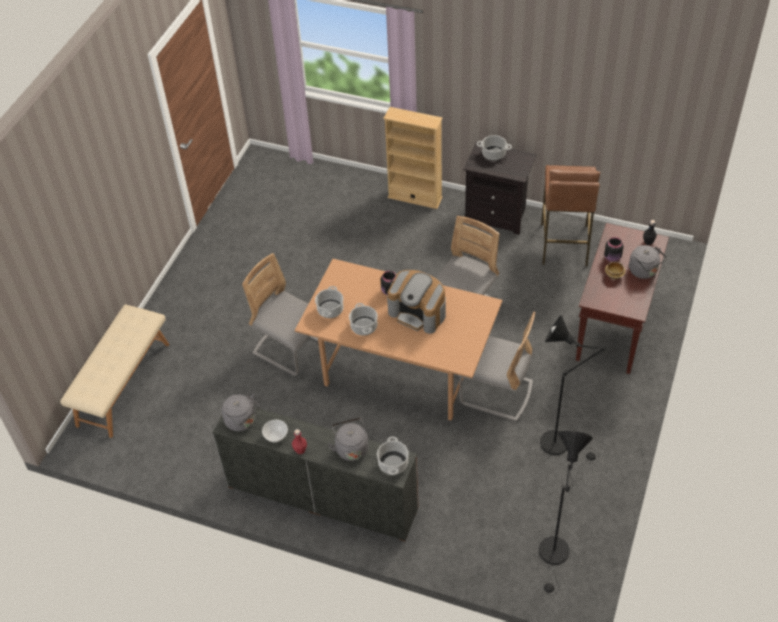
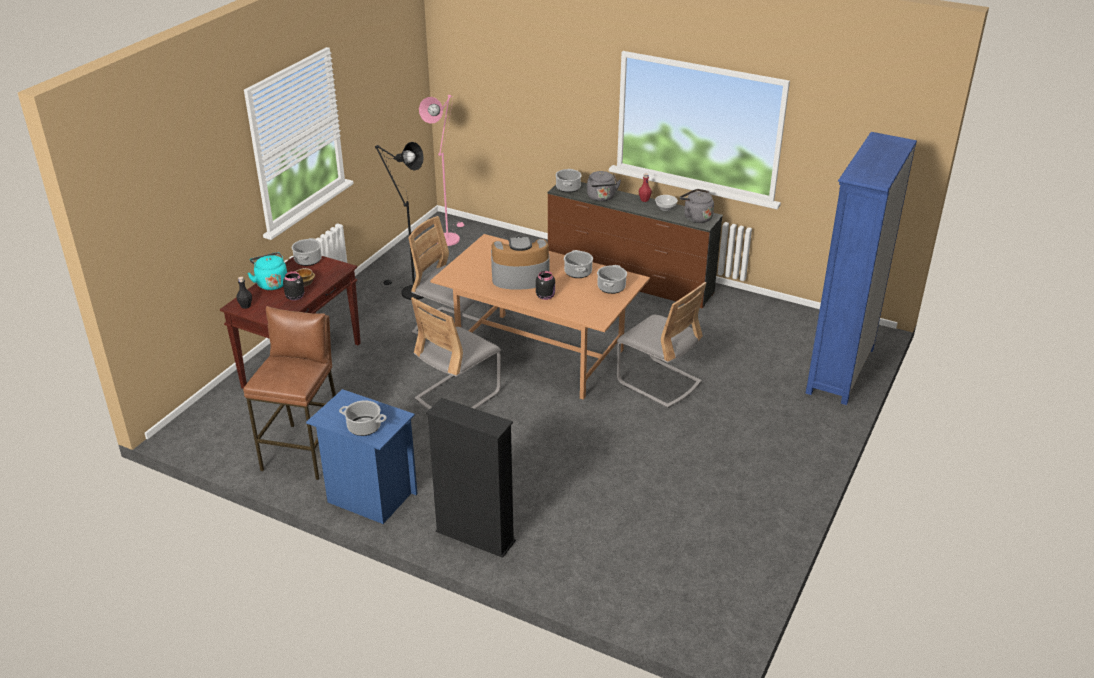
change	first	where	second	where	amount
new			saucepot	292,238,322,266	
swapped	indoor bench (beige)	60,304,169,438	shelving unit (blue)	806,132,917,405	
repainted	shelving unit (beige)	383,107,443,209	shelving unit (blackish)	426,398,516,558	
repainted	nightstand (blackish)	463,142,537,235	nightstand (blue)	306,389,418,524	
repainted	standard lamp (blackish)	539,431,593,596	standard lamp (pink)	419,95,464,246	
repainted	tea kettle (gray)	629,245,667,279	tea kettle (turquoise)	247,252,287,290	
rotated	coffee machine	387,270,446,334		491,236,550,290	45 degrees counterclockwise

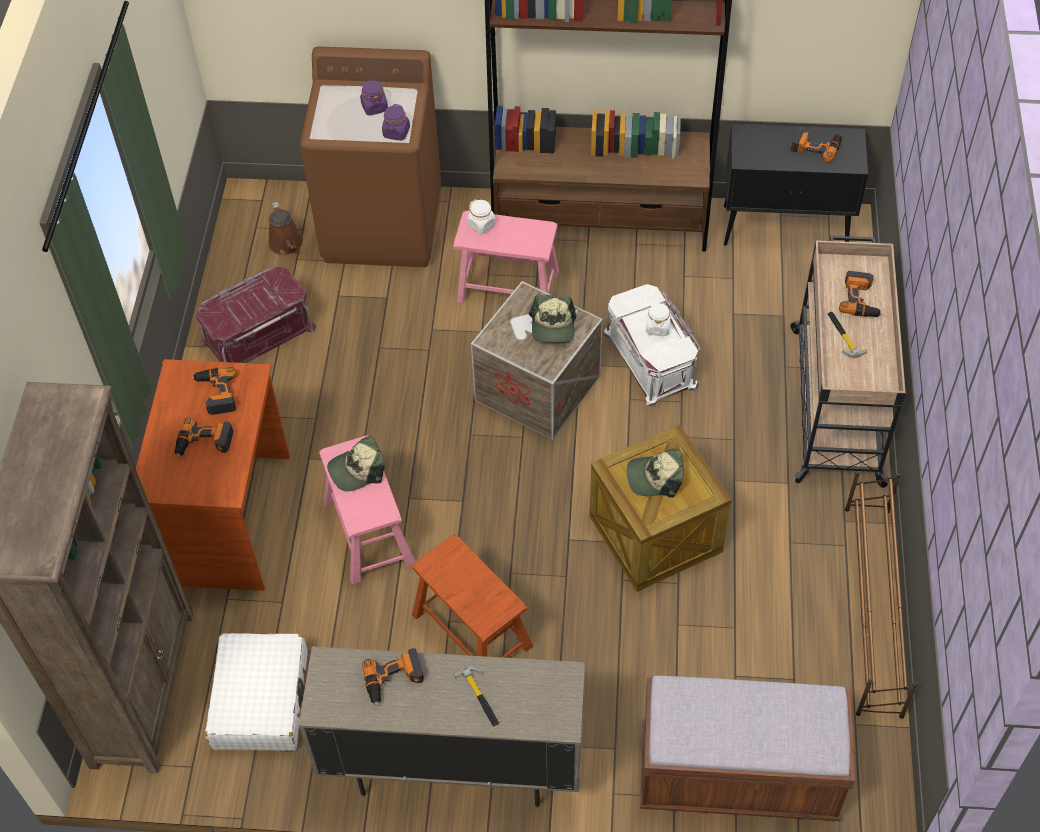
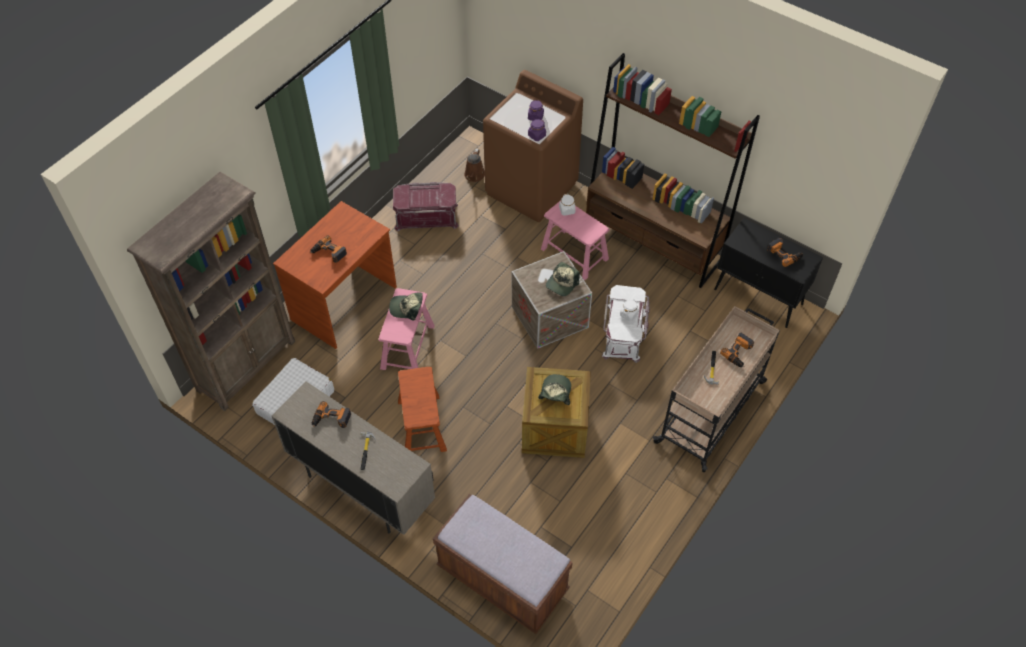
change	first	where	second	where	amount
gone	electric drill	192,367,237,415			
gone	shoe shelf (brown)	845,471,918,719			
rotated	peaked cap	627,449,684,498		538,374,571,405	75 degrees clockwise

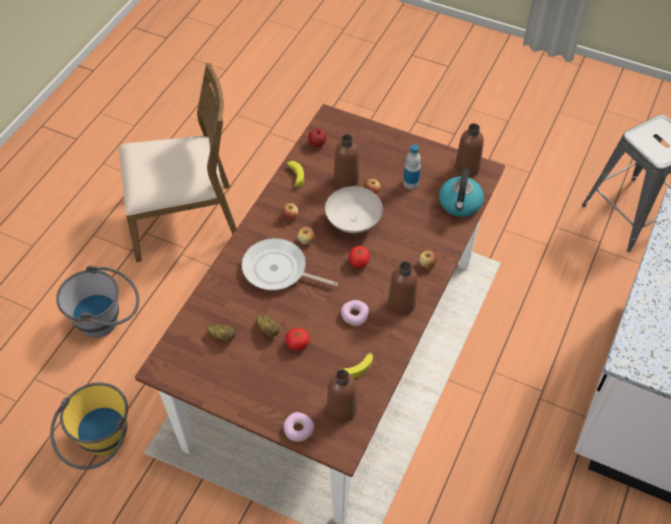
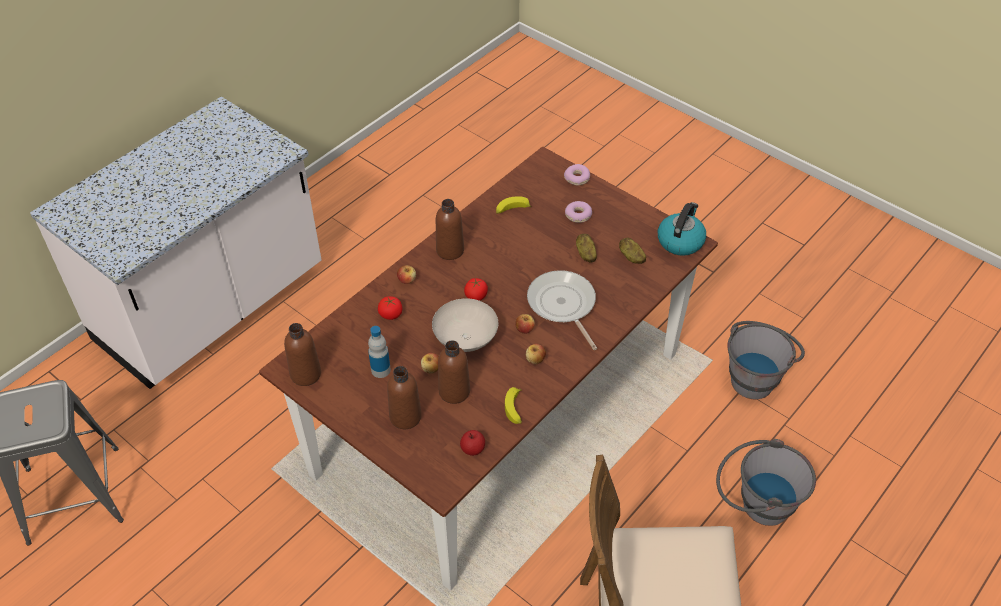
change	first	where	second	where	amount
shifted	fresh tomato	286,328,310,350		378,296,402,320	
shifted	bottle (brown)	327,369,357,423		387,366,422,429	
shifted	donut	341,300,369,326		565,201,592,223	
shifted	tea kettle	439,168,484,217		658,202,706,256	
repainted	pail (yellow-coloured)	50,382,128,470	pail (gray)	727,321,805,399	
rotated	skillet	241,238,338,290		527,270,597,350	150 degrees counterclockwise

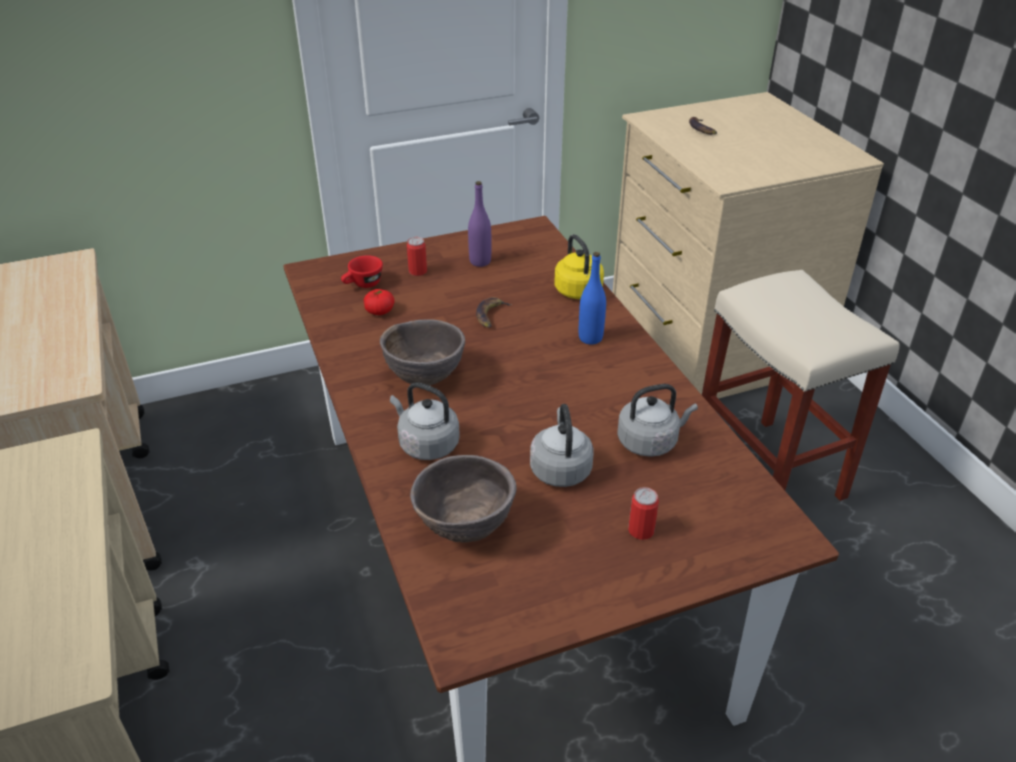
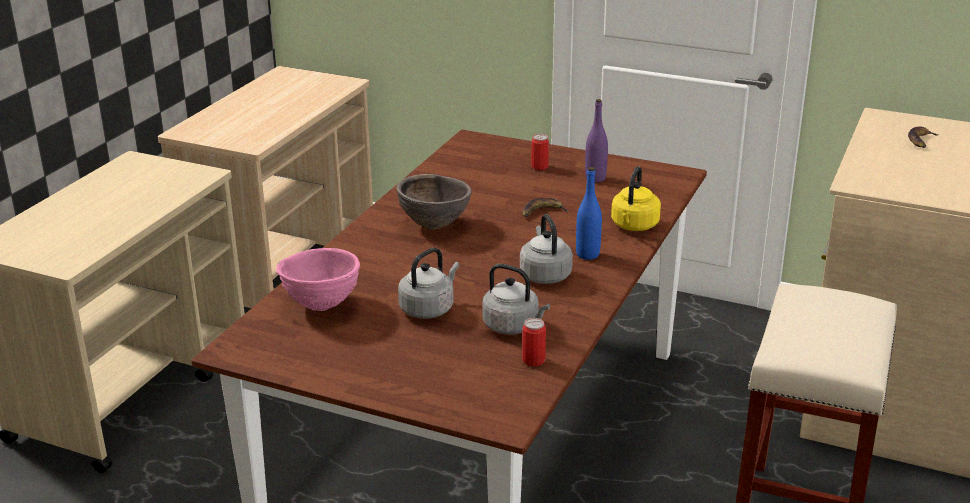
change	first	where	second	where	amount
gone	drinking cup (red-coloured)	341,255,383,288			
gone	fresh tomato	364,289,395,315			
shifted	tea kettle (gray)	390,382,460,460		520,214,573,284	
shifted	can	628,487,659,540		522,318,546,366	
repainted	bowl (brown)	410,455,516,542	bowl (pink)	276,248,360,311	

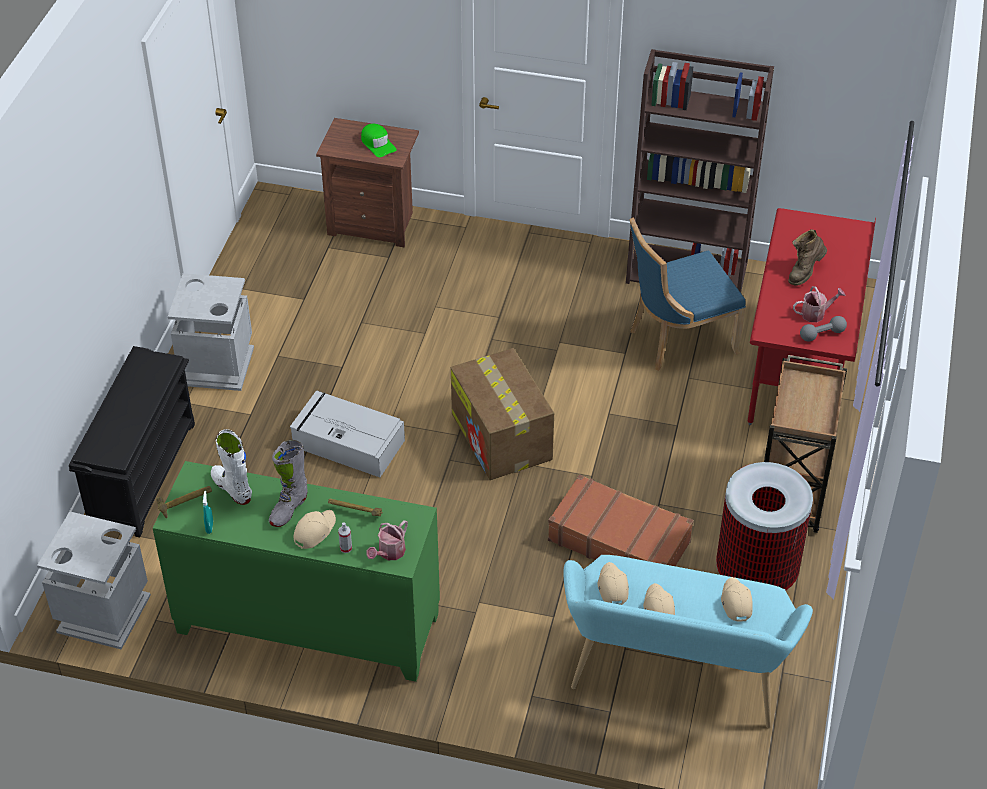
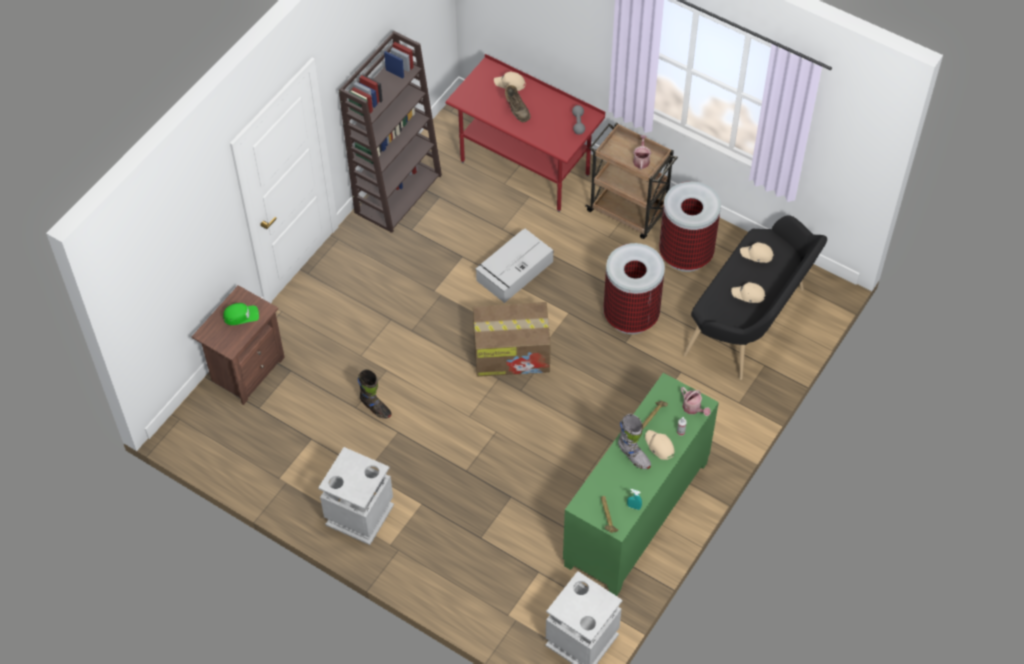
change	first	where	second	where	amount
gone	shoe shelf (blackish)	69,346,195,537			
gone	tall boot (white-coloured)	211,429,252,505			
gone	chair (blue)	630,217,746,371			
new			tall boot (blackish)	358,369,392,419	
shifted	storage bin (gray)	290,390,405,477		475,229,553,303	
shifted	peaked cap (beige)	597,562,629,605		494,72,526,91	
shifted	watering can	793,286,846,322		633,135,652,170	
swapped	piece of luggage (brown)	548,474,694,566	trash can	603,243,665,334	
repainted	indoor bench (turquoise)	563,555,813,728	indoor bench (blackish)	683,215,827,380	

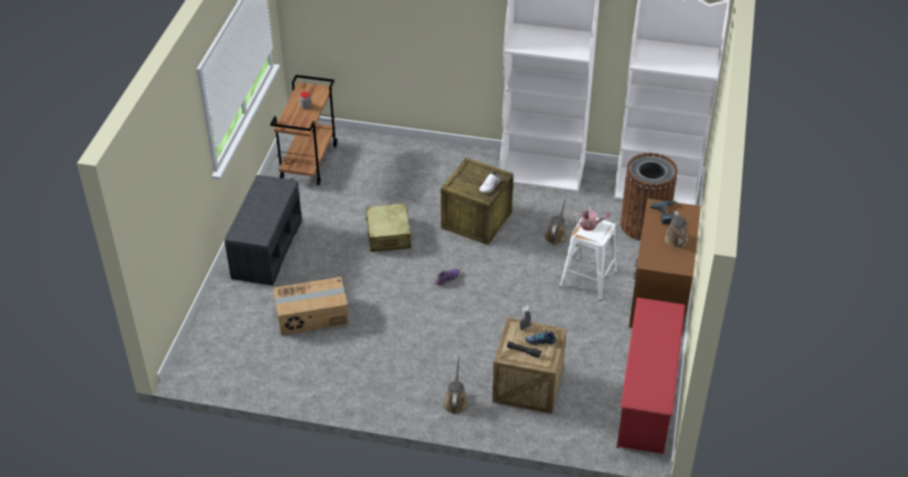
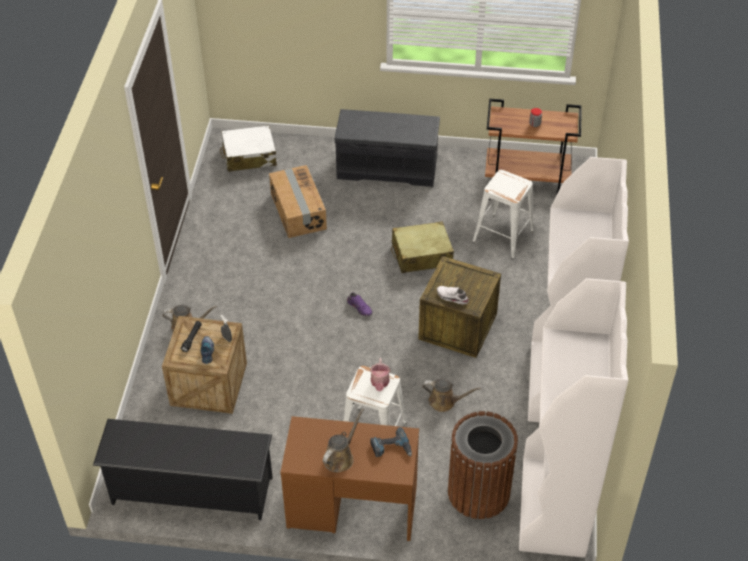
change	first	where	second	where	amount
new			piece of luggage (white-coloured)	220,125,277,172	
new			sitting stool (white-coloured)	472,170,534,259	
repainted	shoe shelf (red-coloured)	617,297,685,454	shoe shelf (blackish)	93,419,273,520	
rotated	watering can (brown)	664,211,689,248		323,408,364,473	135 degrees clockwise

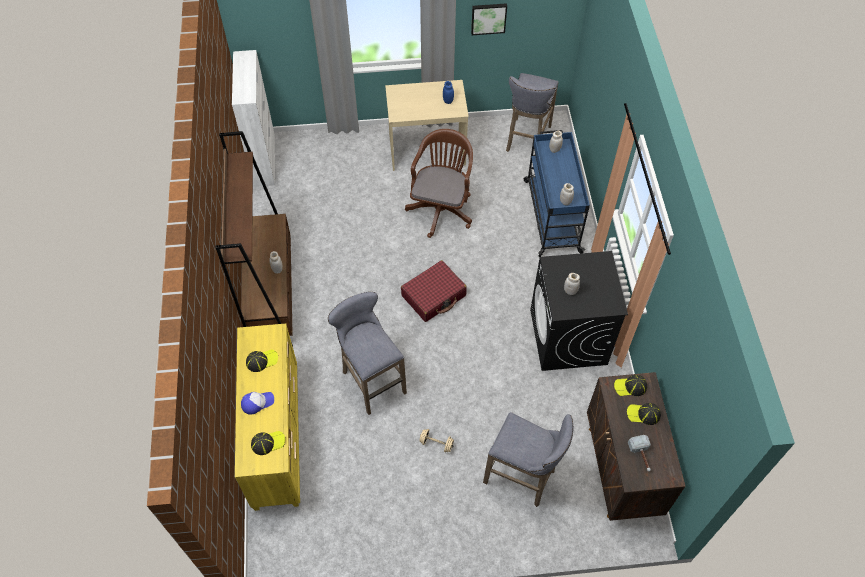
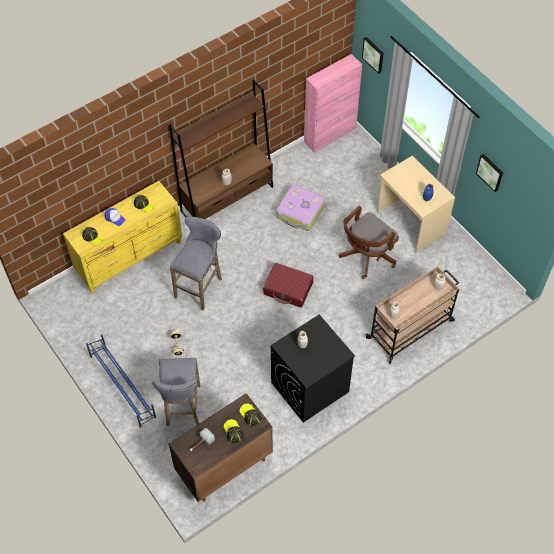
change	first	where	second	where	amount
gone	sitting stool (gray)	506,73,558,152			
new			shoe shelf (blue)	86,334,156,428	
new			piece of luggage	276,185,325,231	
new			wall picture	362,37,384,74	
repainted	cupboard (white-coloured)	232,50,275,187	cupboard (pink)	304,54,362,152	
repainted	cart (blue)	524,130,590,257	cart (beige)	365,266,459,364	
rotated	office chair (brown)	405,129,473,238		339,206,399,279	150 degrees clockwise

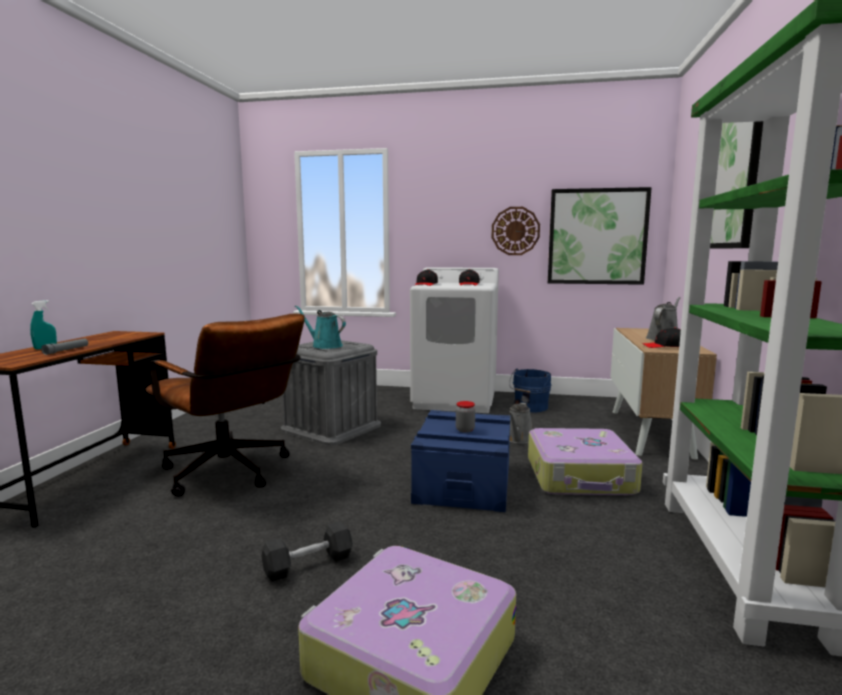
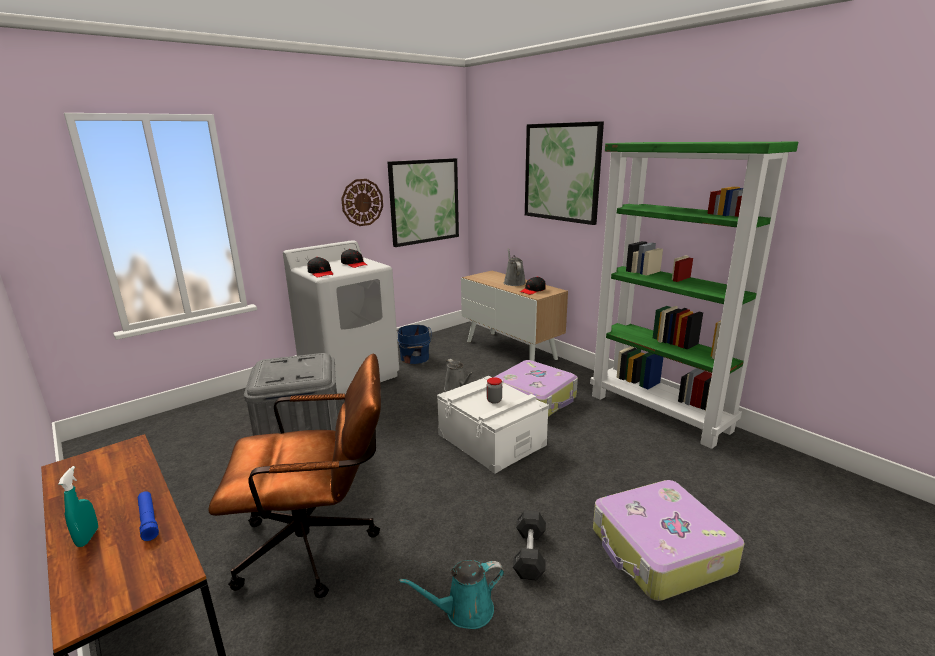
change	first	where	second	where	amount
shifted	watering can (turquoise)	295,305,346,349		400,560,504,629	
repainted	hand torch (gray)	41,339,88,355	hand torch (blue)	138,491,159,541	
repainted	storage bin (blue)	411,410,510,512	storage bin (white-coloured)	437,376,549,474	

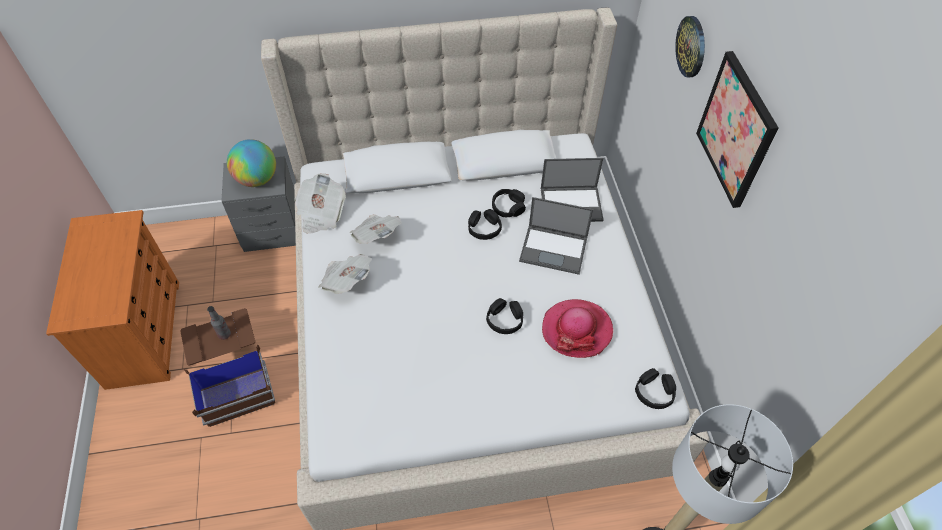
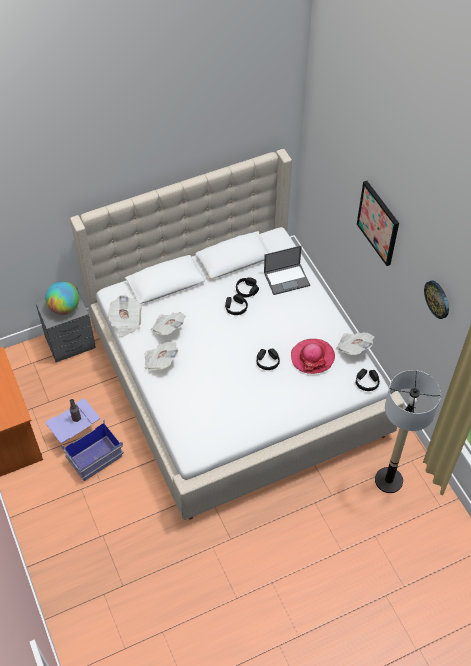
change	first	where	second	where	amount
gone	laptop	519,197,594,275			
new			daily paper	336,332,374,355	
shifted	clock on the wall	675,16,705,78		424,281,449,319	
repainted	storage bin (brown)	180,308,275,427	storage bin (blue)	45,398,124,481	

